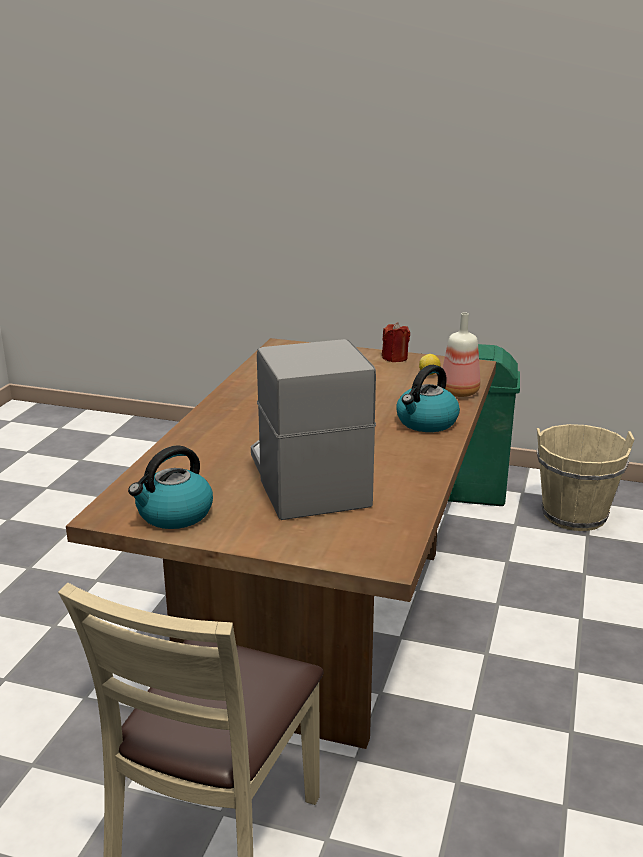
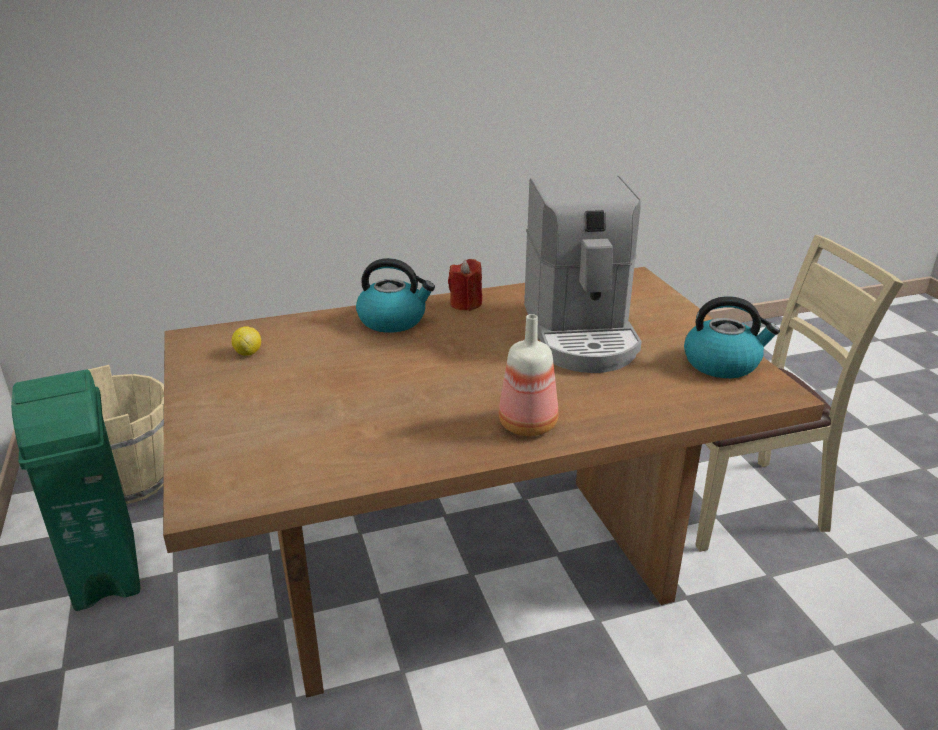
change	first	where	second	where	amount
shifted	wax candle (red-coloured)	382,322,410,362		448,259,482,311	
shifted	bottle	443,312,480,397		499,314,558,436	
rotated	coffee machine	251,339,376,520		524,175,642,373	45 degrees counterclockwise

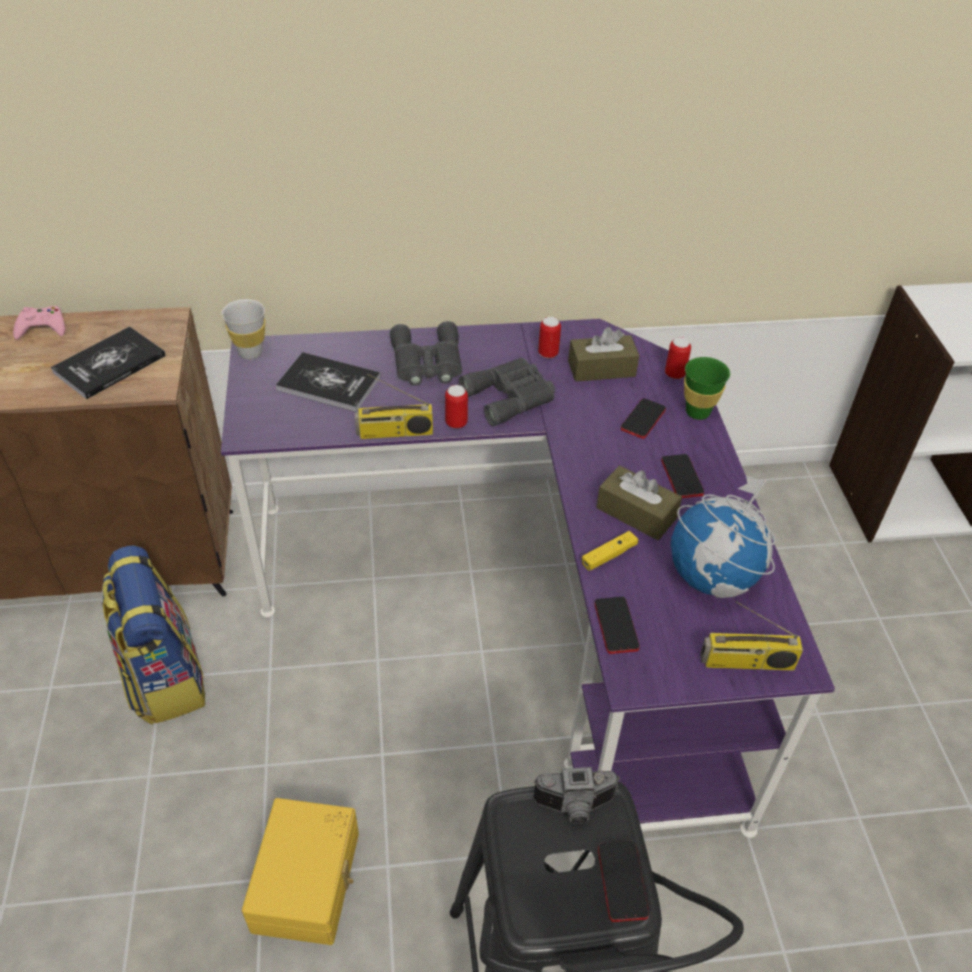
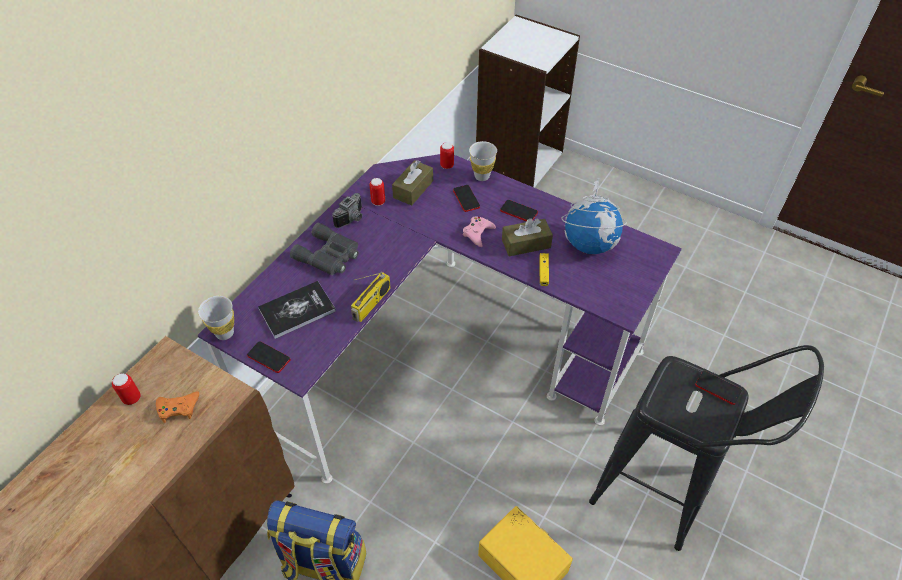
change	first	where	second	where	amount
gone	pair of binoculars (gray)	459,358,555,426			
gone	radio	700,601,803,671			
shifted	gamepad (pink)	13,306,65,340		463,216,496,247	
shifted	can	445,385,468,429		112,373,141,405	
shifted	photo camera	533,767,620,824		332,193,362,228	
shifted	phone	595,597,639,654		247,341,291,373	
swapped	book	51,326,166,399	gamepad (orange-coloured)	156,391,199,423	
repainted	drinking cup (green)	684,357,730,420	drinking cup (white-coloured)	469,141,497,181	

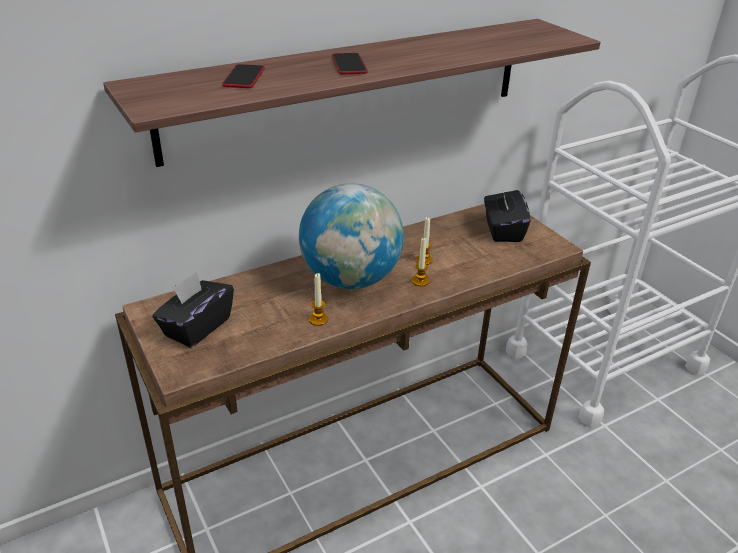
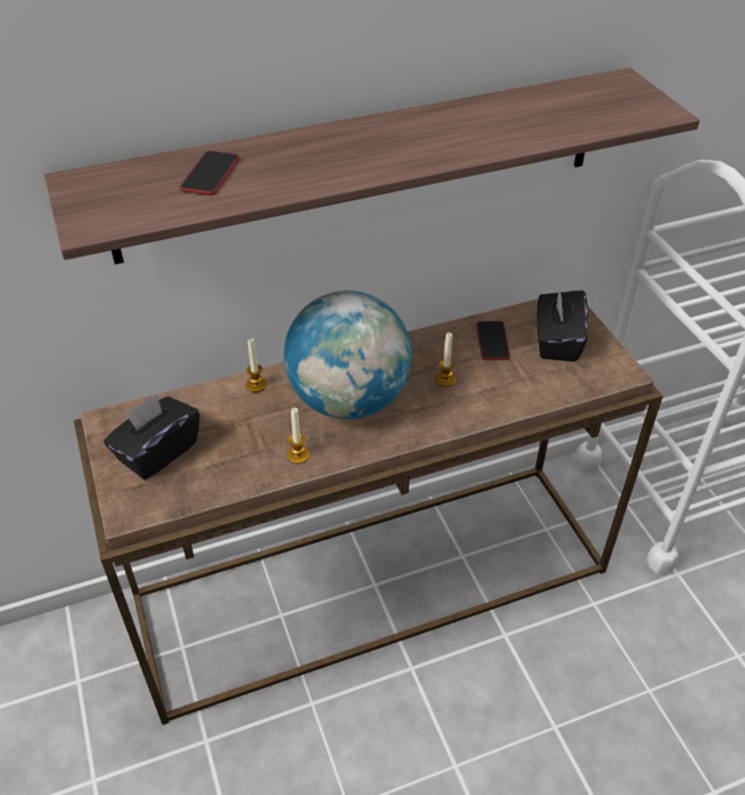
change	first	where	second	where	amount
shifted	phone	332,53,368,74		476,321,510,360	
shifted	wax candle	412,238,429,287		246,338,267,392	

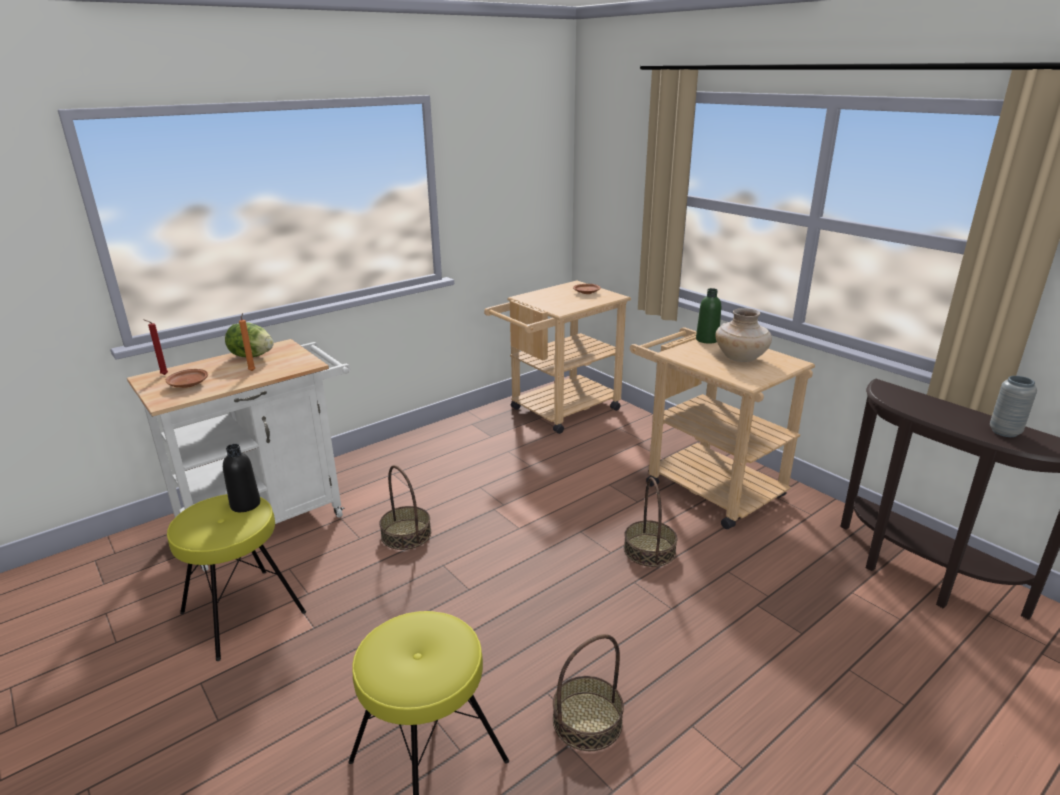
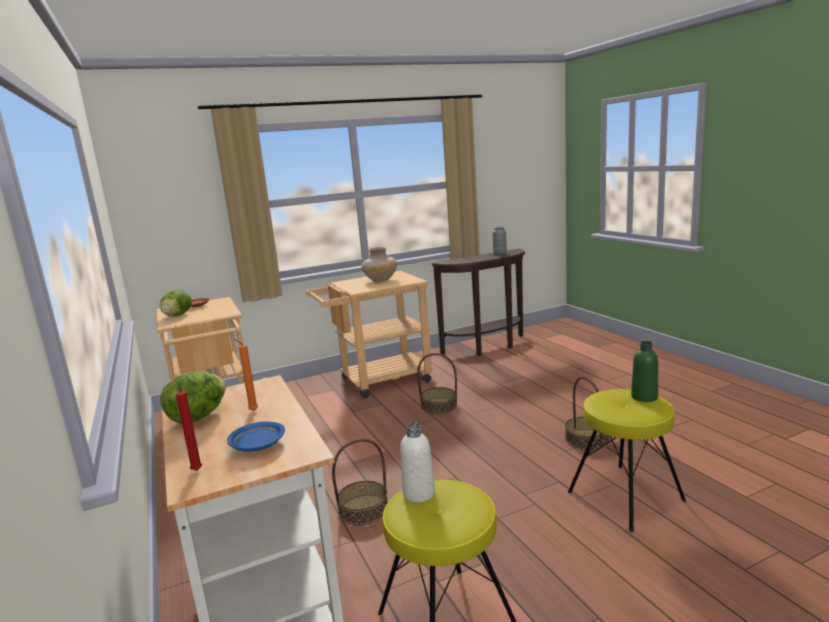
change	first	where	second	where	amount
new			head of lettuce	160,290,192,316	
shifted	bottle (green)	696,288,721,344		631,341,658,402	
repainted	flat dish (brown)	166,369,208,388	flat dish (blue)	227,422,285,452	
repainted	bottle (blackish)	223,444,260,512	bottle (white-coloured)	400,422,435,502	

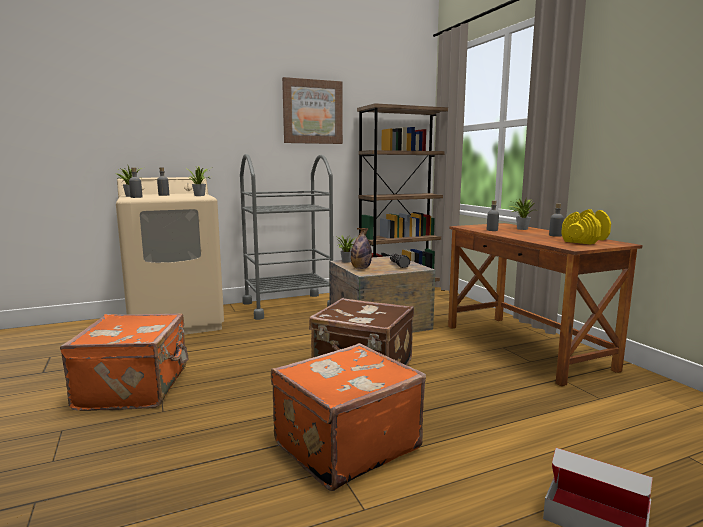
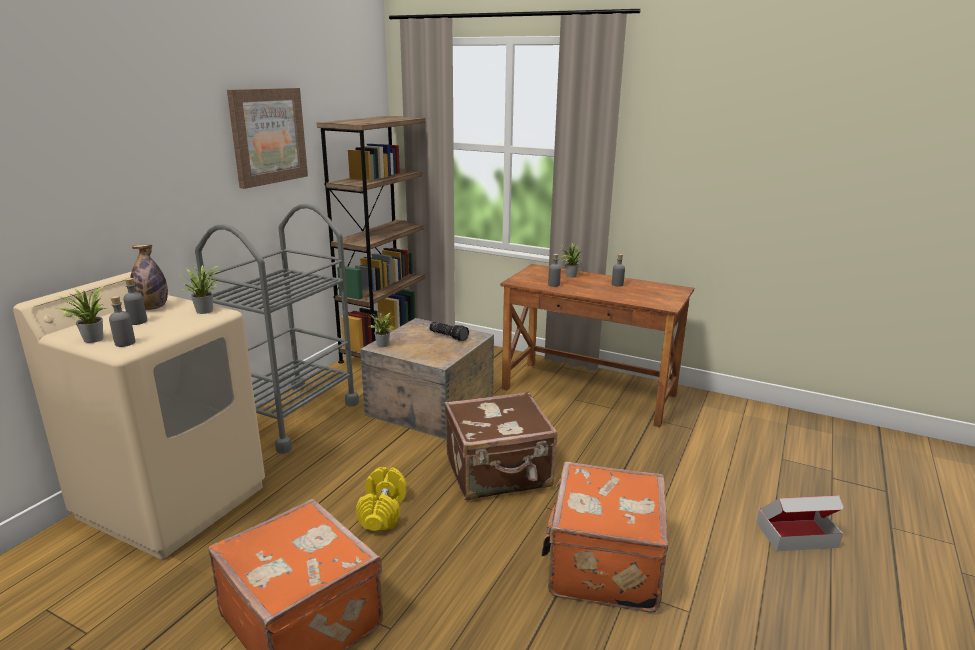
change	first	where	second	where	amount
shifted	bottle	351,228,372,269		130,245,168,310	
shifted	dumbbell (yellow-coloured)	561,209,611,244		356,467,407,531	

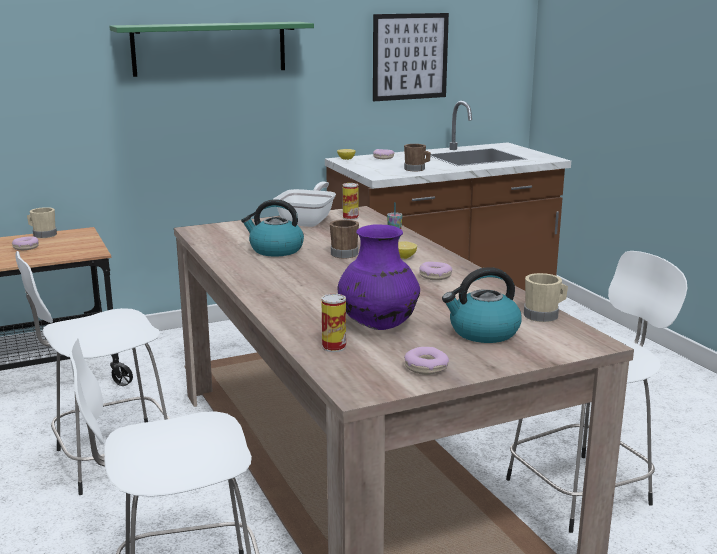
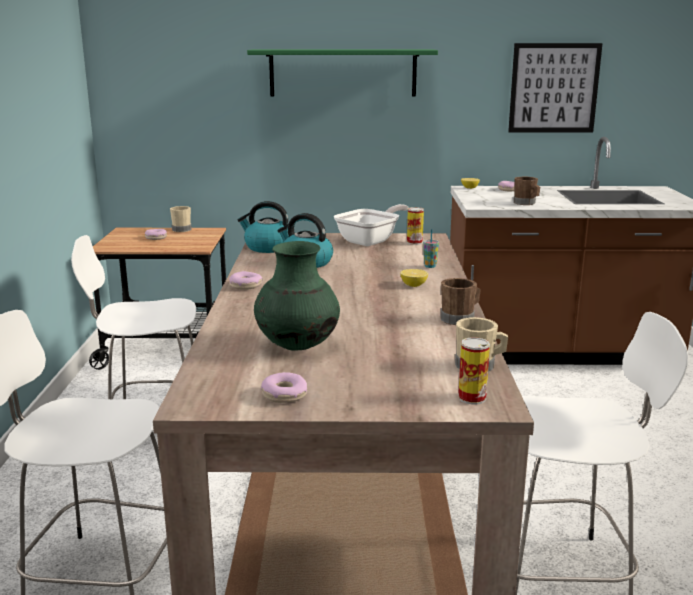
change	first	where	second	where	amount
shifted	can	321,294,346,352		458,337,490,404	
shifted	coffee mug (brown)	330,220,359,258		440,278,481,325	
shifted	donut	419,262,452,280		229,271,263,290	
shifted	tea kettle	442,267,522,343		238,201,288,253	
repainted	decorative vase (purplish)	338,224,420,330	decorative vase (green)	254,241,340,351	

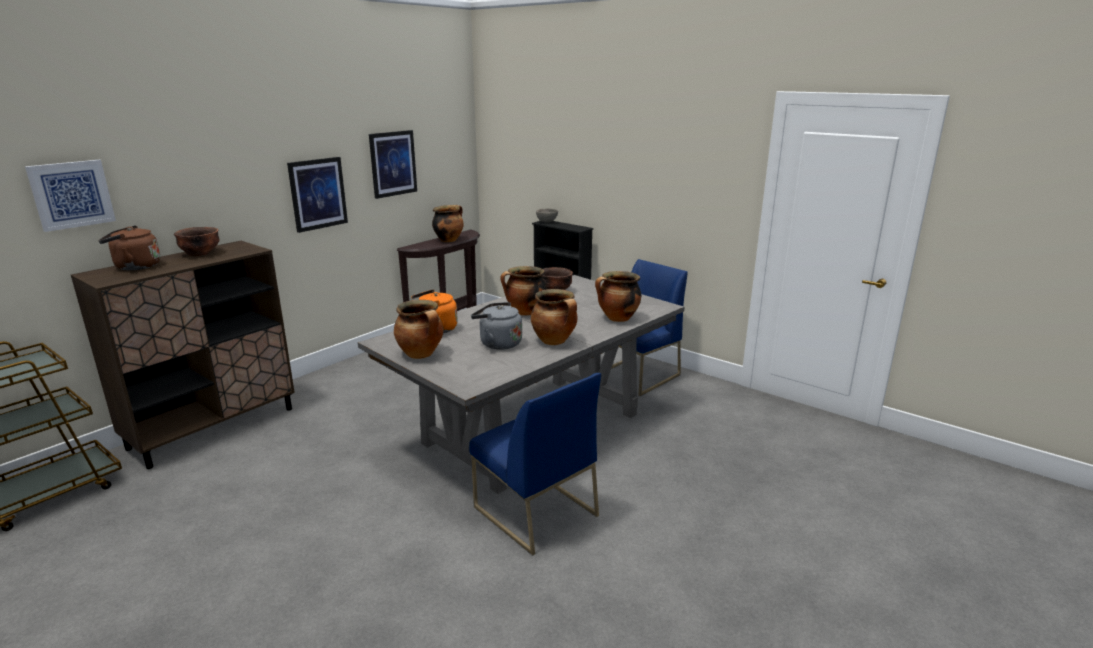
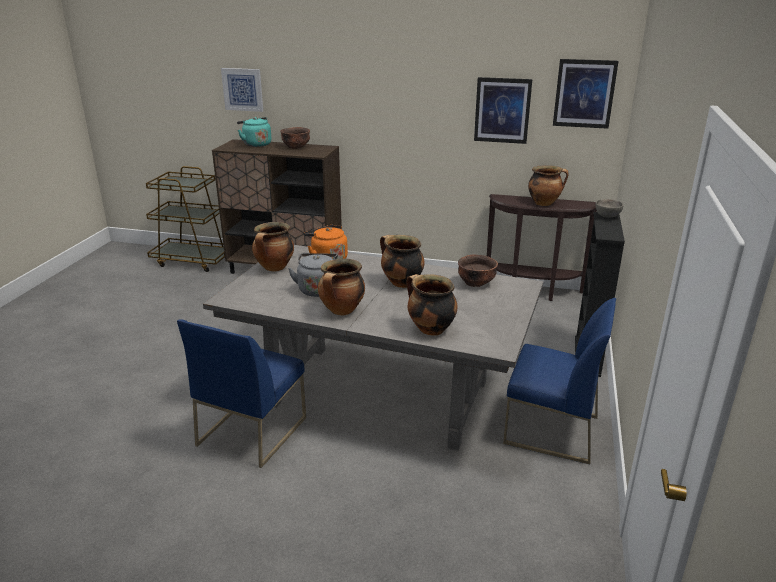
change	first	where	second	where	amount
shifted	wall picture	287,157,348,233		553,59,619,129	
repainted	tea kettle (brown)	98,225,160,270	tea kettle (turquoise)	237,117,272,147	

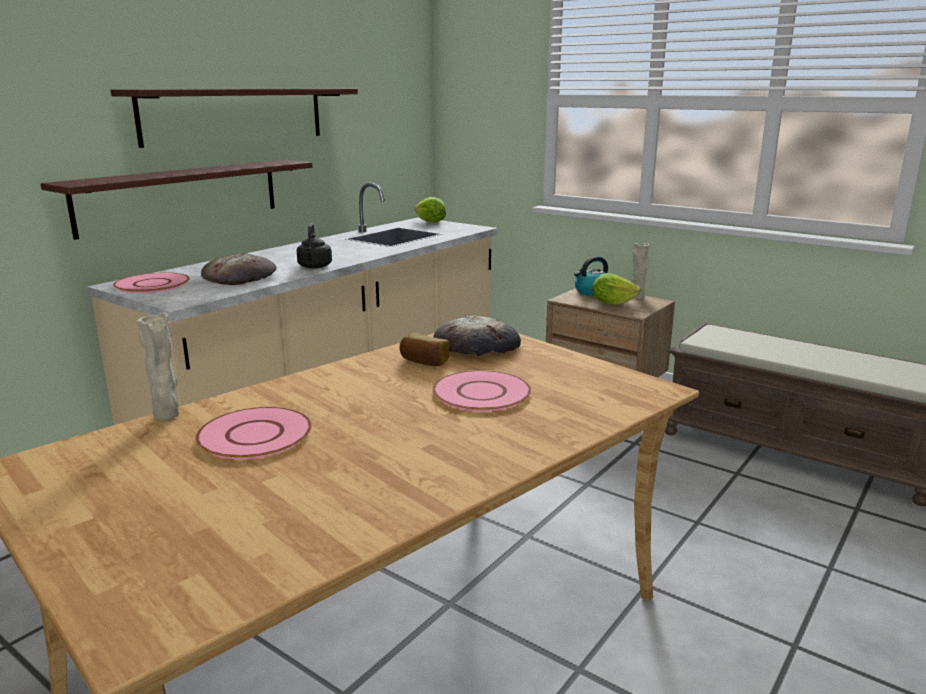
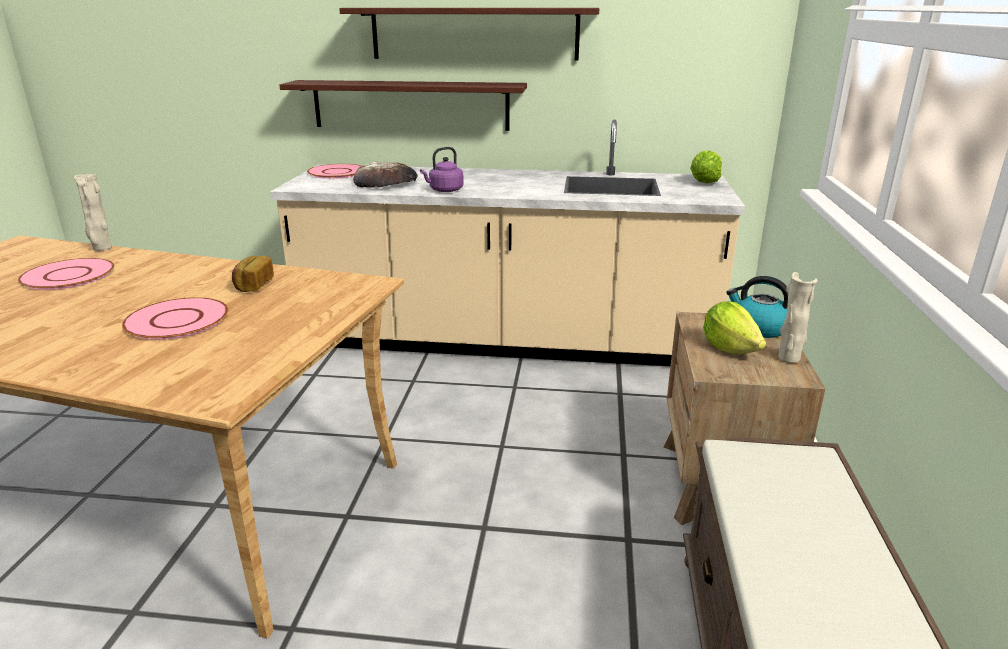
change	first	where	second	where	amount
gone	bakery bread	433,316,521,356			
repainted	tea kettle (blackish)	297,223,332,269	tea kettle (purplish)	420,147,464,192	

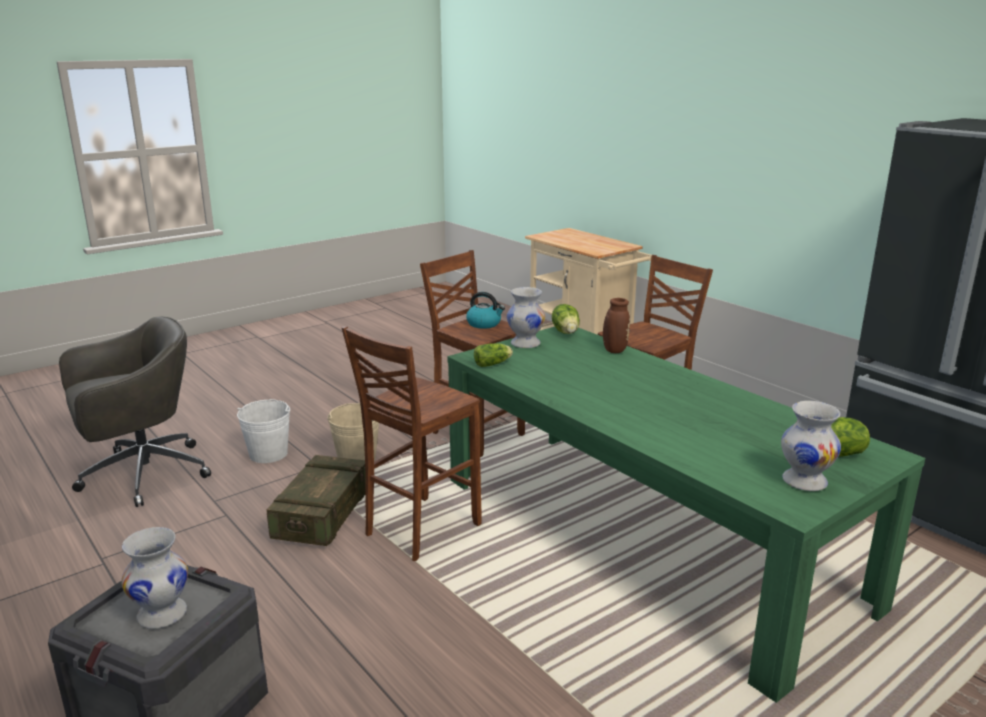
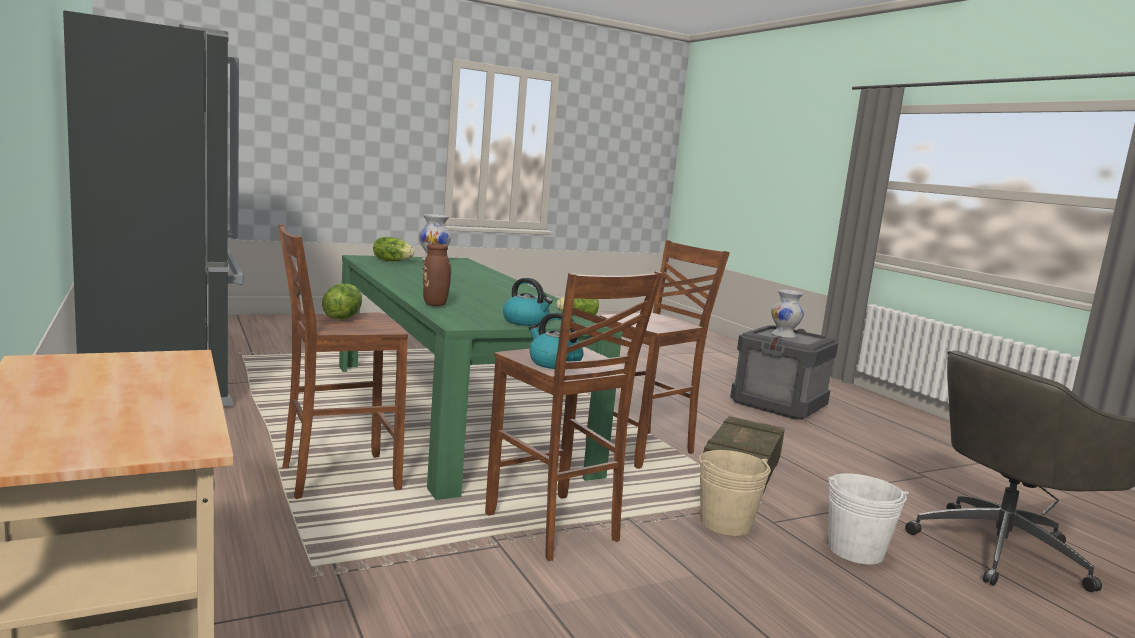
change	first	where	second	where	amount
shifted	head of lettuce	552,304,580,334		322,284,362,319	
swapped	decorative vase (white-coloured)	507,287,545,348	tea kettle	503,278,553,326	

